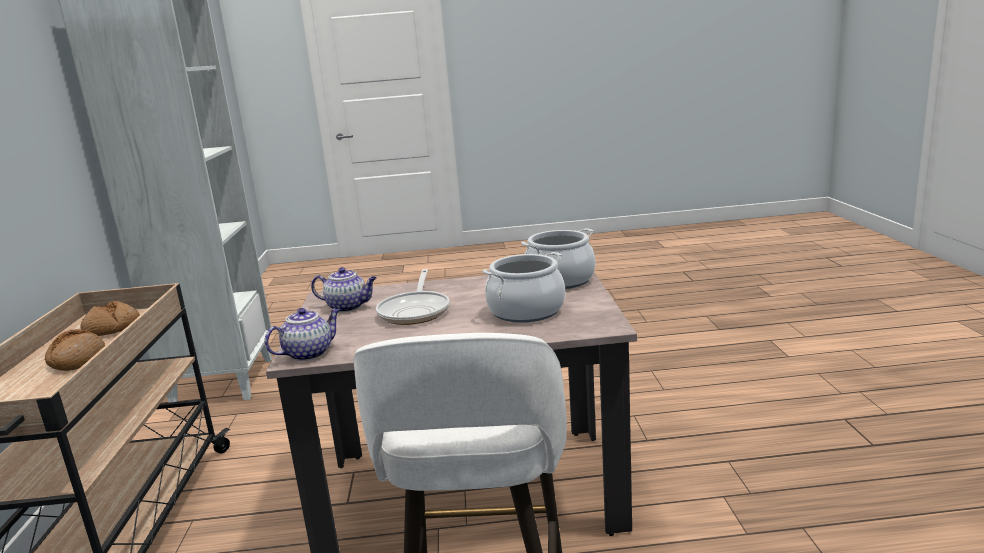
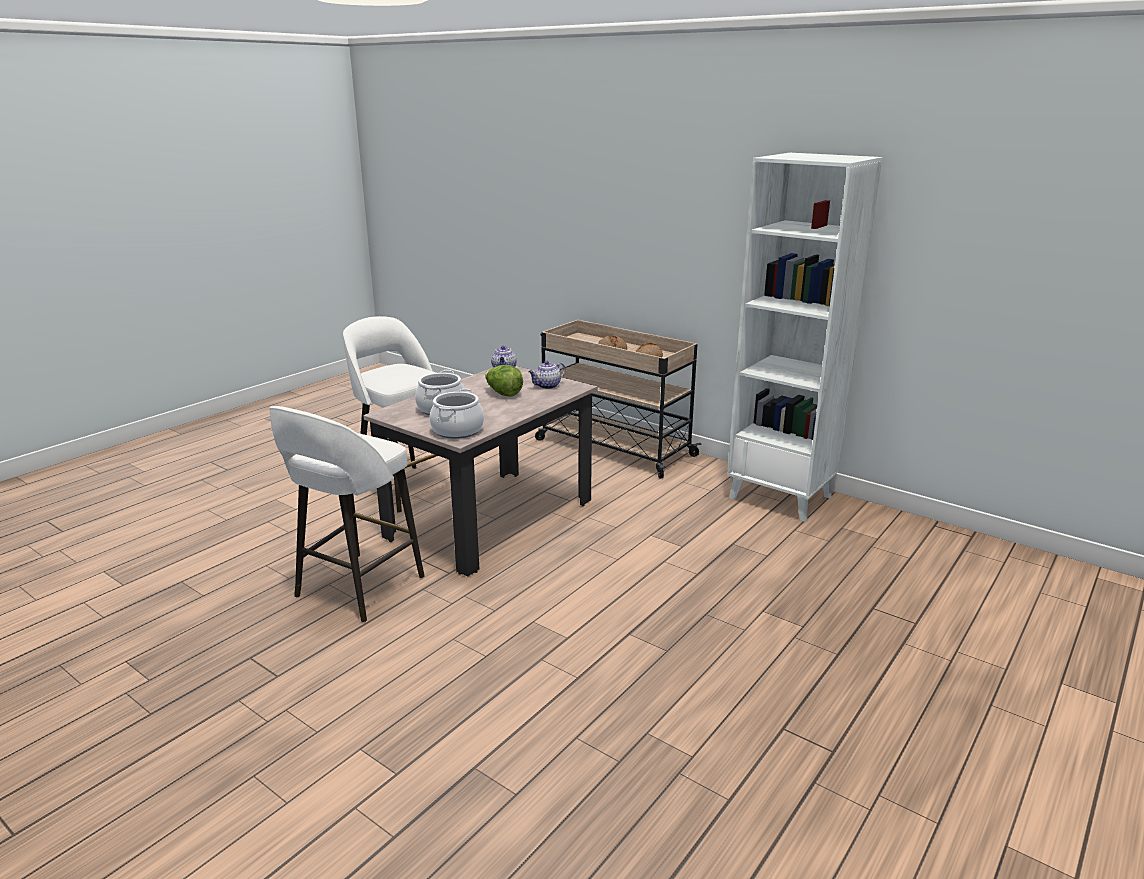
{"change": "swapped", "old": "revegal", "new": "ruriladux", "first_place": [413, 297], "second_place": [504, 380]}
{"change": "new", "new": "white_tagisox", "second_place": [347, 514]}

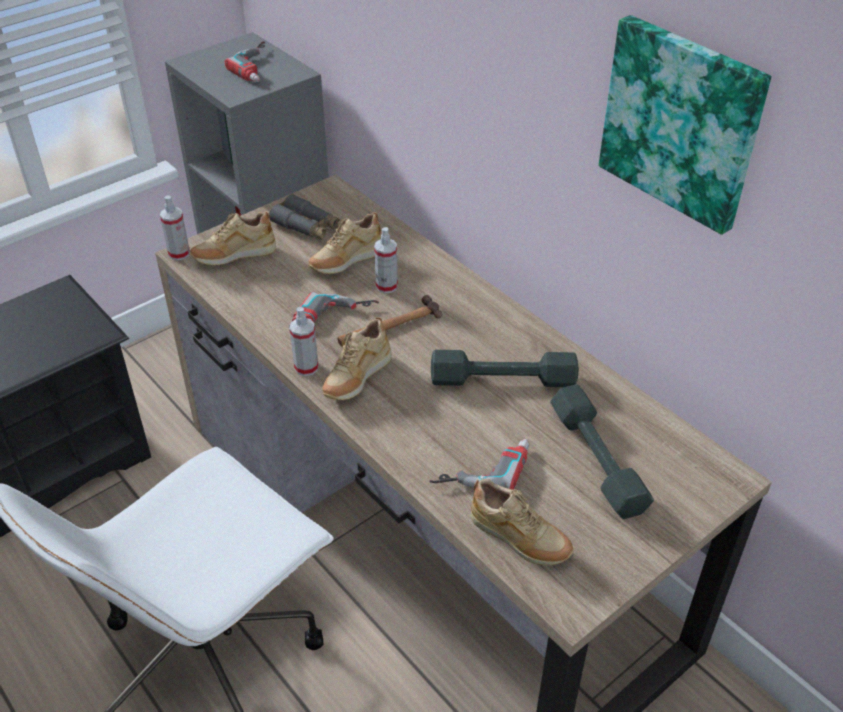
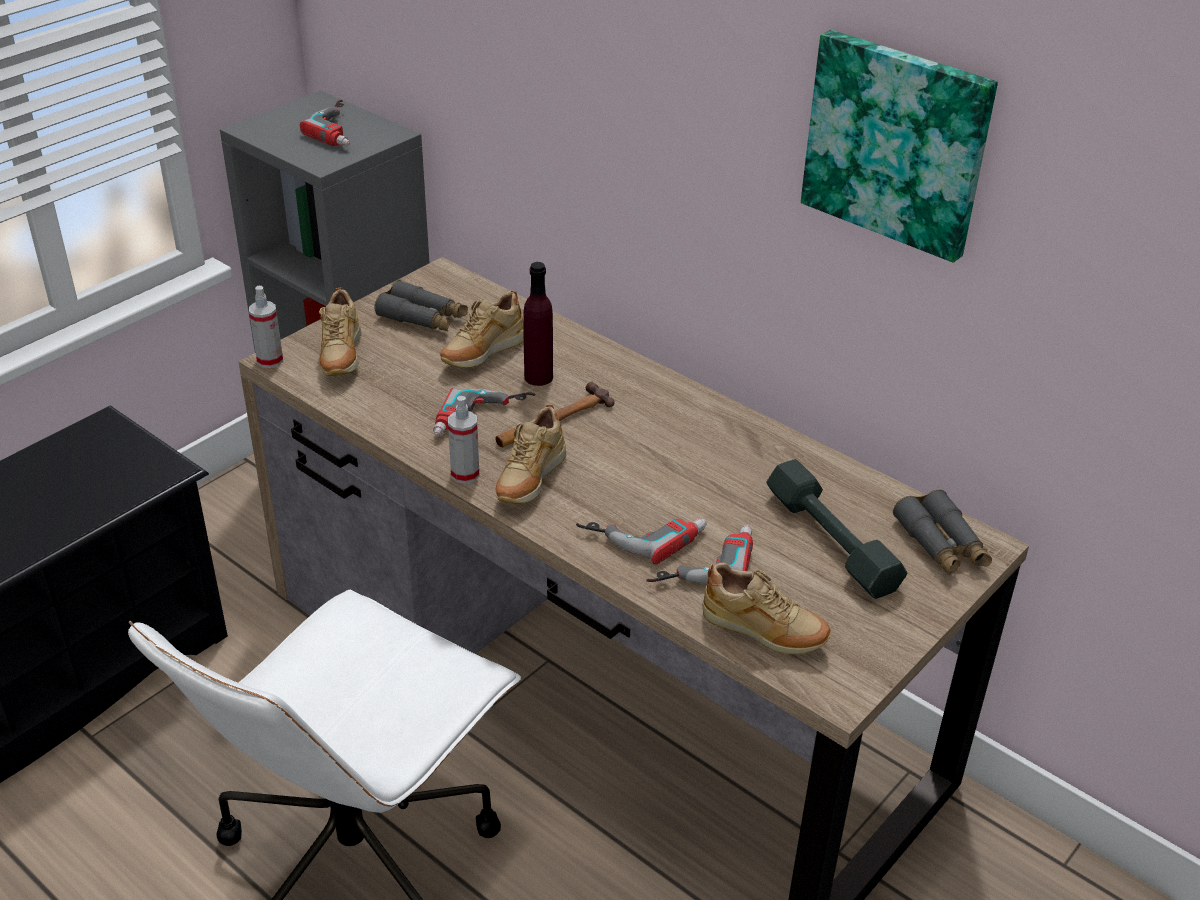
{"change": "rotated", "old": "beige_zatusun", "first_place": [233, 238], "second_place": [340, 331], "degrees": -60}
{"change": "swapped", "old": "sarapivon", "new": "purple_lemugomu", "first_place": [386, 260], "second_place": [538, 324]}
{"change": "gone", "old": "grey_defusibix", "first_place": [504, 368]}
{"change": "new", "new": "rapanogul", "second_place": [641, 542]}
{"change": "new", "new": "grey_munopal", "second_place": [942, 532]}

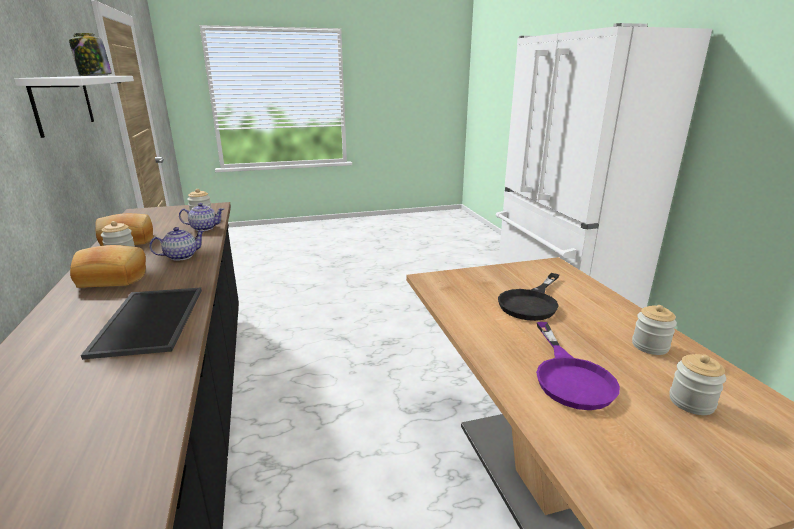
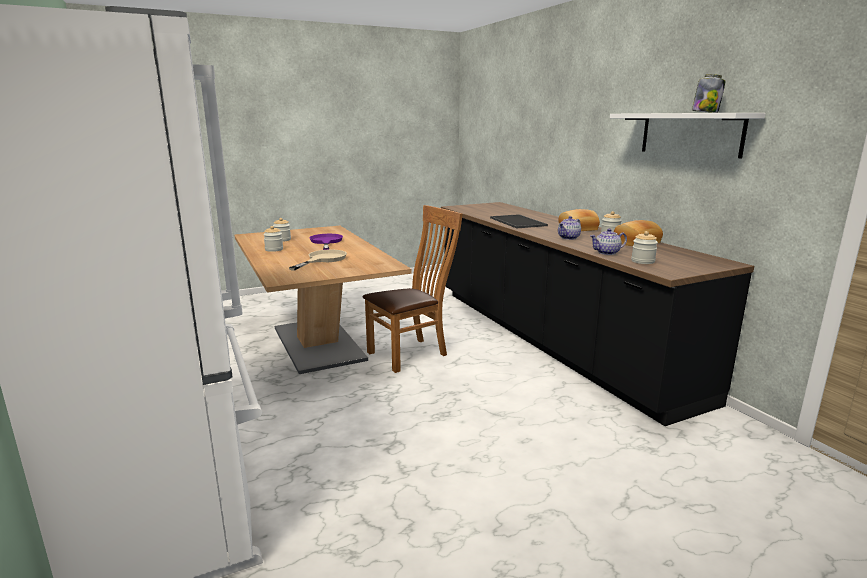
{"change": "repainted", "old": "black_revegal", "new": "beige_revegal", "first_place": [528, 297], "second_place": [318, 260]}
{"change": "new", "new": "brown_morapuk", "second_place": [413, 289]}

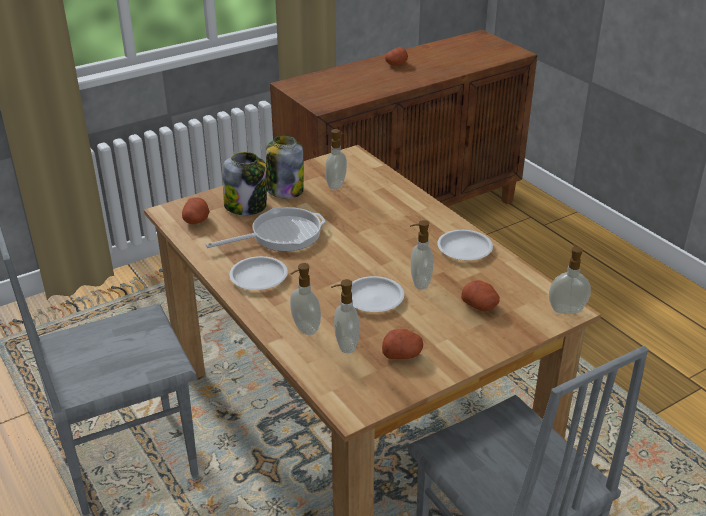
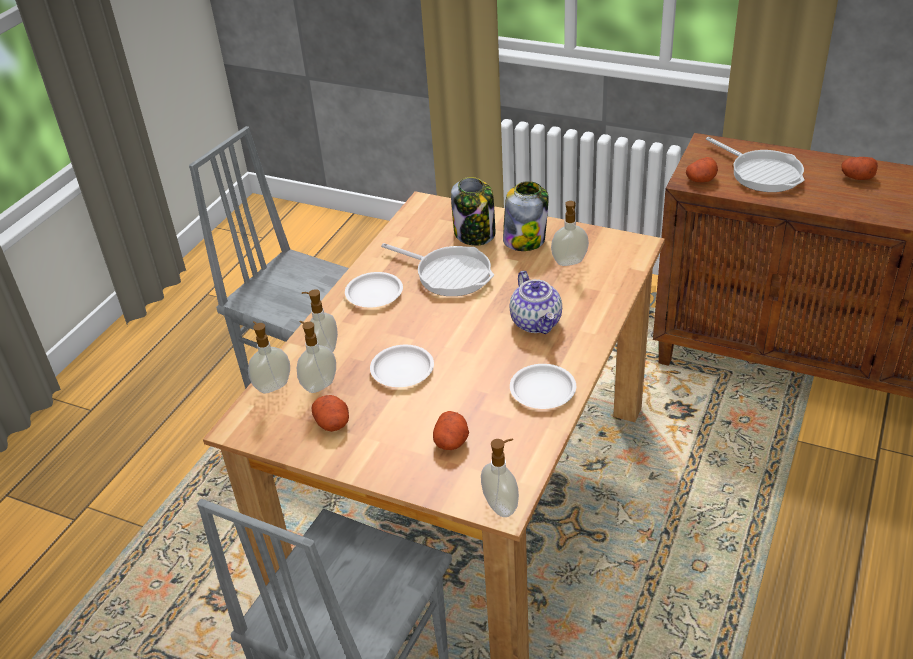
{"change": "shifted", "old": "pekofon", "first_place": [196, 210], "second_place": [702, 169]}
{"change": "shifted", "old": "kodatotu", "first_place": [421, 254], "second_place": [269, 357]}
{"change": "new", "new": "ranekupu", "second_place": [536, 302]}
{"change": "new", "new": "revegal", "second_place": [755, 164]}

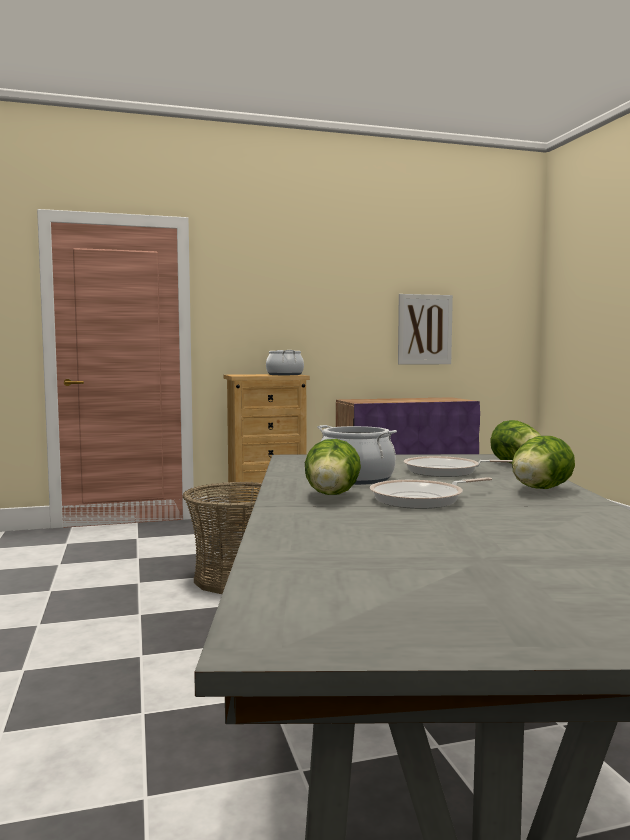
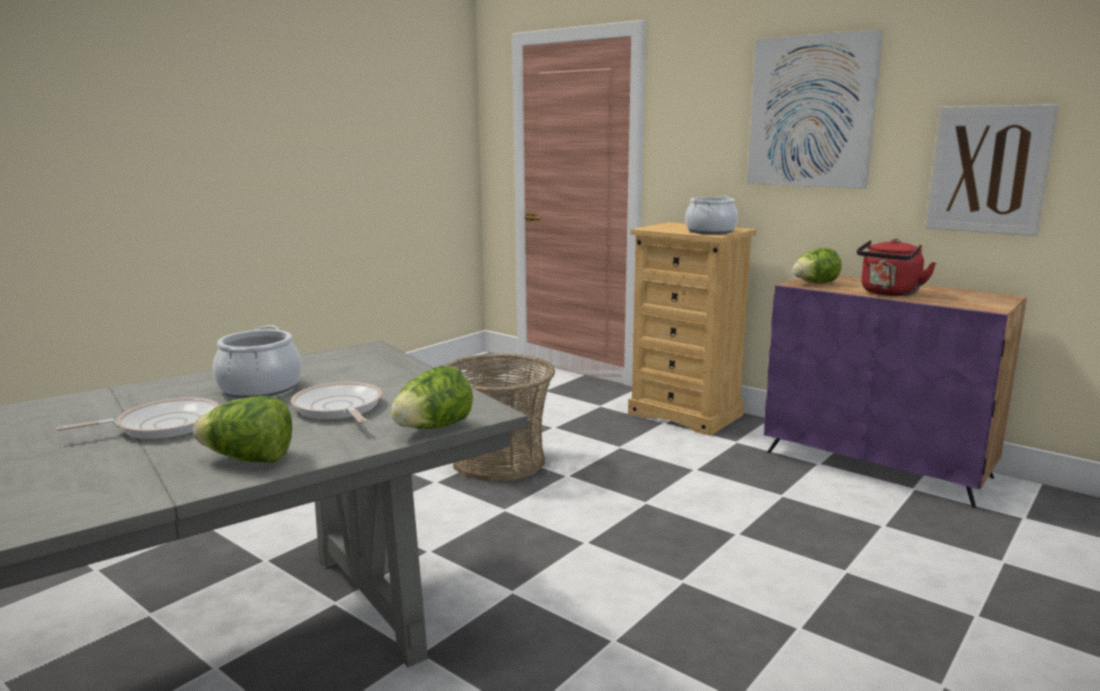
{"change": "shifted", "old": "ruriladux", "first_place": [333, 467], "second_place": [817, 265]}
{"change": "rotated", "old": "revegal", "first_place": [431, 493], "second_place": [137, 418], "degrees": 120}
{"change": "new", "new": "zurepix", "second_place": [815, 109]}
{"change": "new", "new": "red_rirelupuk", "second_place": [896, 267]}

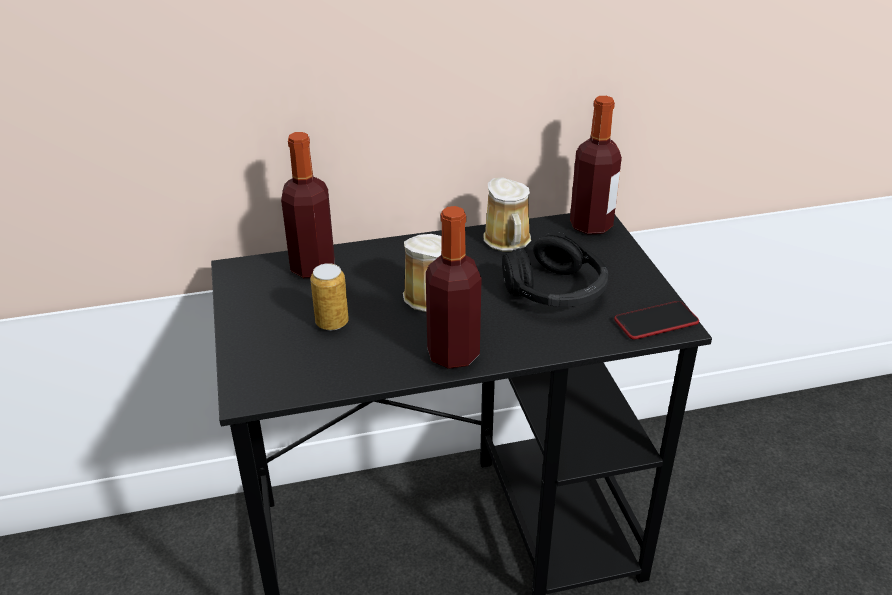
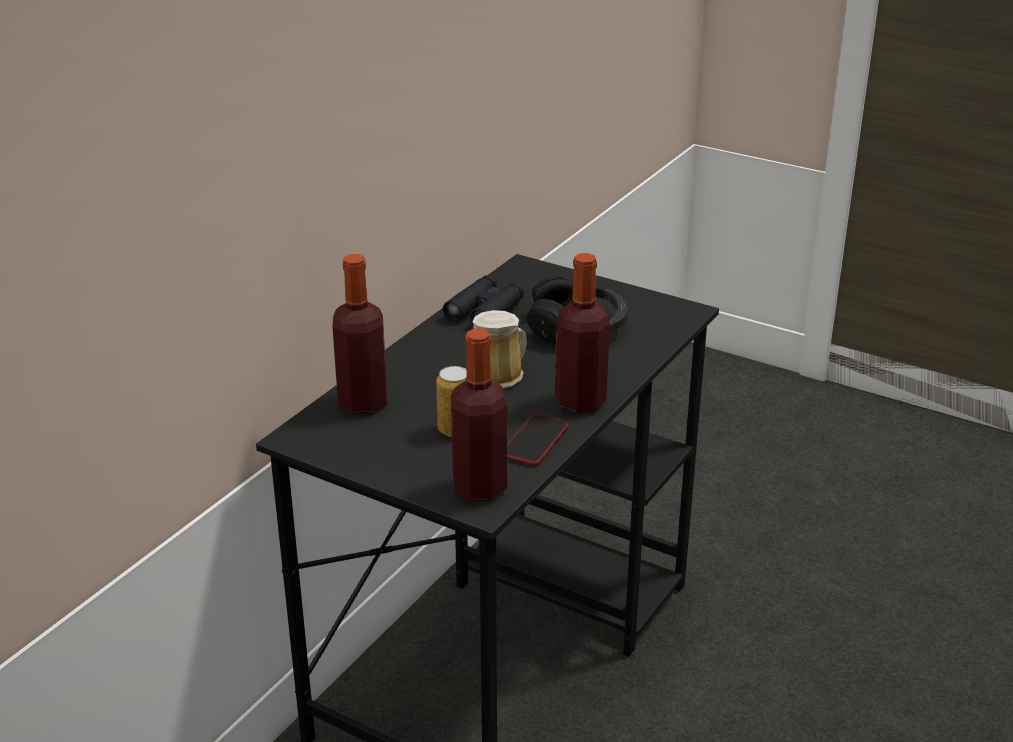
{"change": "swapped", "old": "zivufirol", "new": "black_munopal", "first_place": [507, 214], "second_place": [483, 300]}
{"change": "shifted", "old": "lemugomu", "first_place": [596, 165], "second_place": [479, 414]}
{"change": "shifted", "old": "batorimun", "first_place": [656, 320], "second_place": [538, 439]}

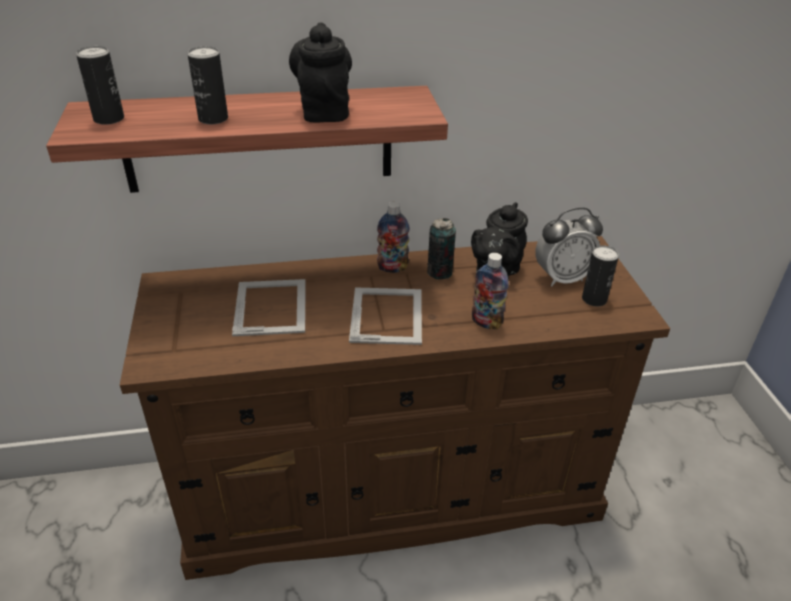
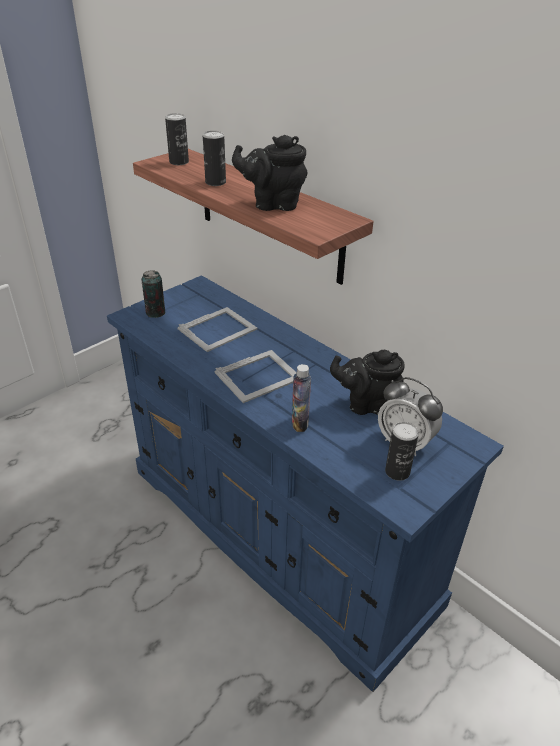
{"change": "repainted", "old": "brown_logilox", "new": "blue_logilox", "first_place": [395, 408], "second_place": [305, 483]}
{"change": "rotated", "old": "black_ranekupu", "first_place": [320, 72], "second_place": [269, 173], "degrees": -135}
{"change": "gone", "old": "lemugomu", "first_place": [393, 237]}
{"change": "shifted", "old": "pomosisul", "first_place": [441, 249], "second_place": [153, 294]}

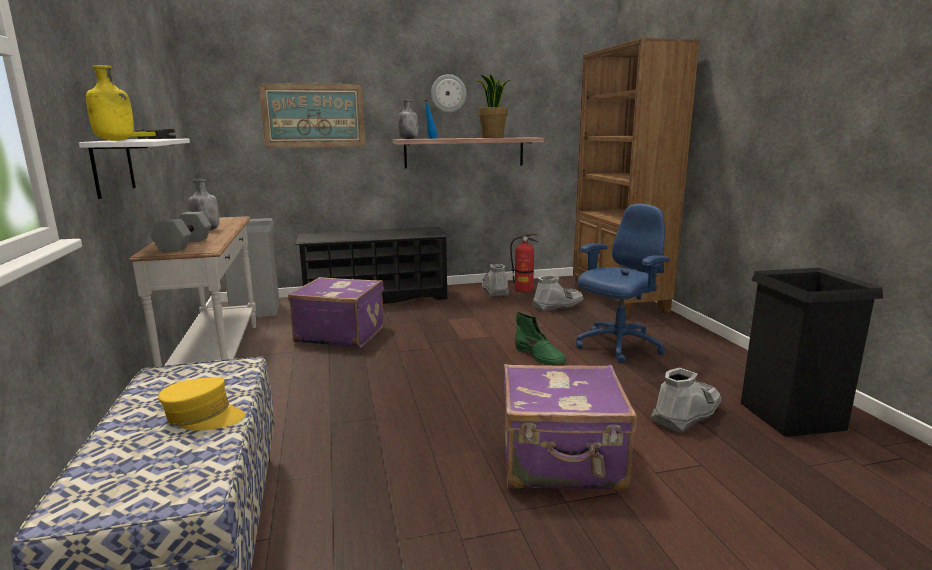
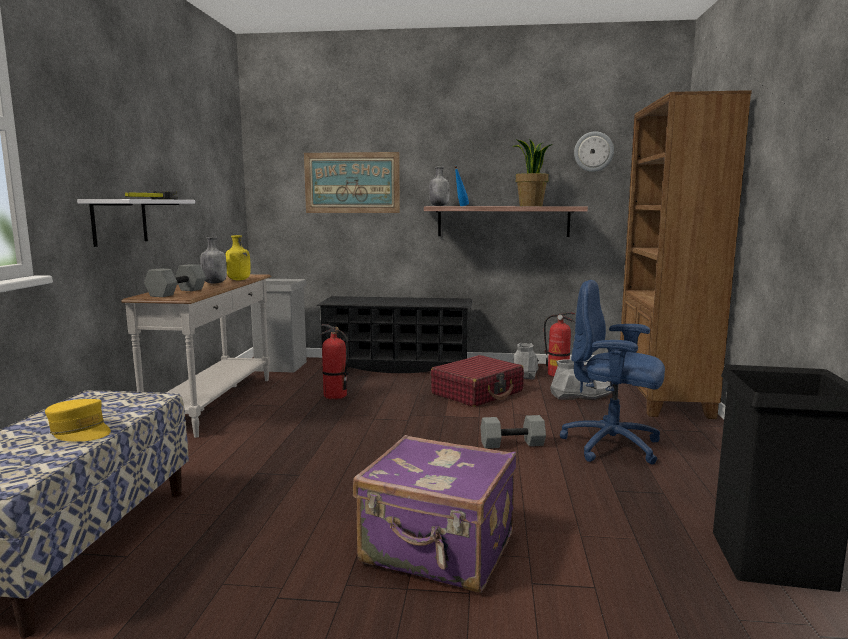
{"change": "shifted", "old": "yellow_lemugomu", "first_place": [110, 103], "second_place": [238, 257]}
{"change": "swapped", "old": "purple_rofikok", "new": "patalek", "first_place": [336, 312], "second_place": [334, 361]}
{"change": "shifted", "old": "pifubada", "first_place": [448, 93], "second_place": [594, 151]}
{"change": "swapped", "old": "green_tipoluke", "new": "grey_defusibix", "first_place": [540, 338], "second_place": [513, 431]}
{"change": "rotated", "old": "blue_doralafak", "first_place": [623, 283], "second_place": [612, 372], "degrees": -135}
{"change": "gone", "old": "grey_tipoluke", "first_place": [686, 400]}
{"change": "new", "new": "red_rofikok", "second_place": [477, 381]}

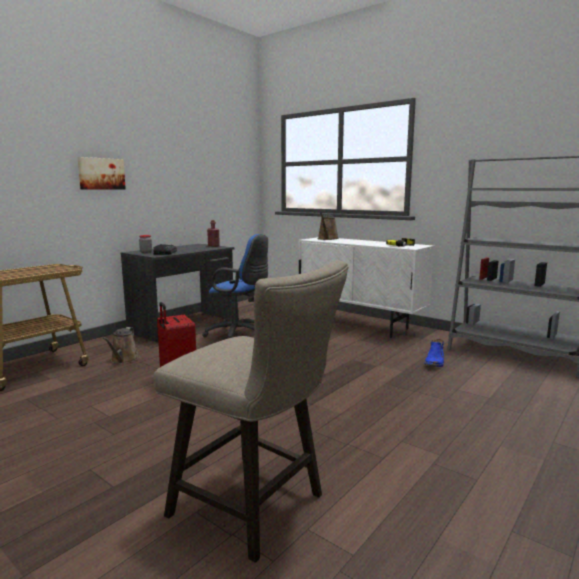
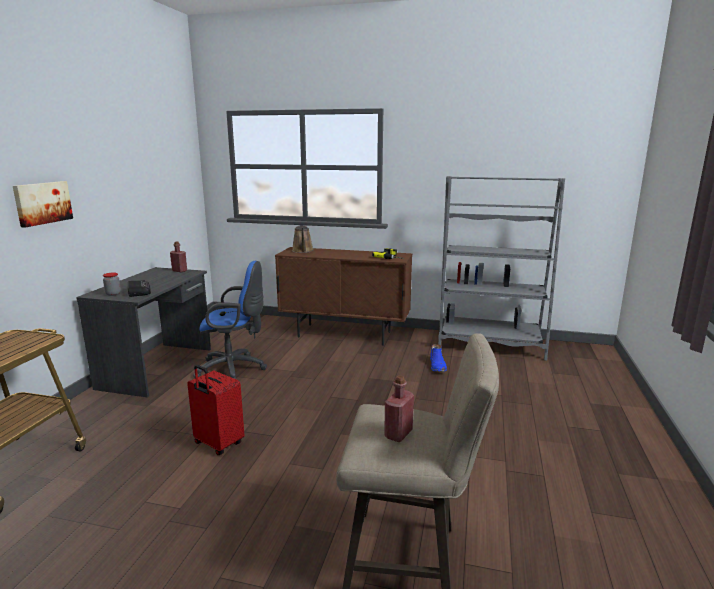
{"change": "gone", "old": "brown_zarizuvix", "first_place": [121, 345]}
{"change": "repainted", "old": "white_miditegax", "new": "brown_miditegax", "first_place": [366, 287], "second_place": [343, 296]}
{"change": "new", "new": "red_lemugomu", "second_place": [399, 408]}

